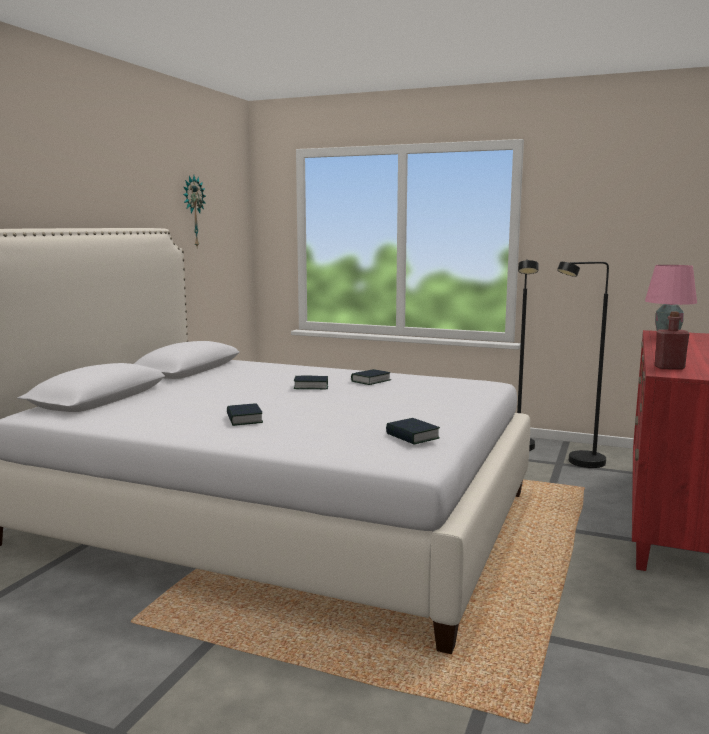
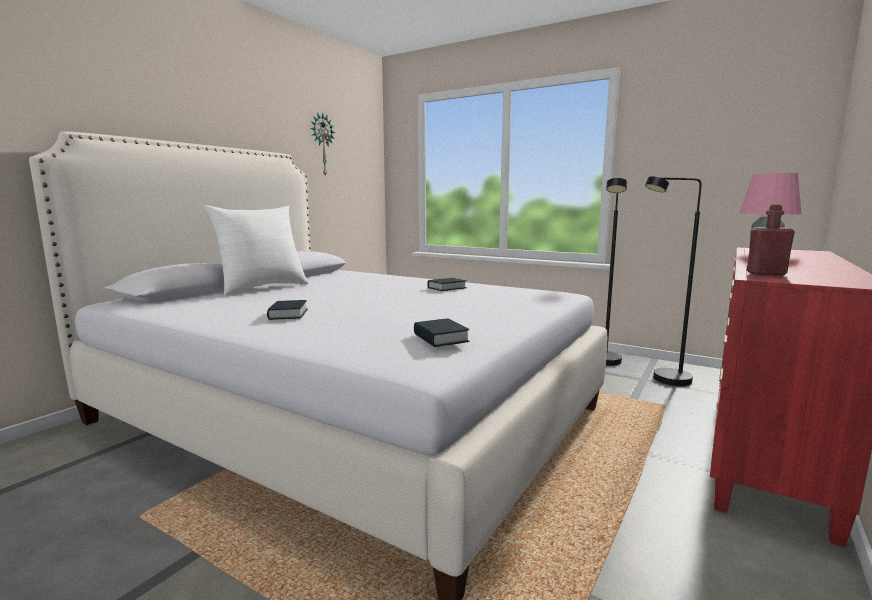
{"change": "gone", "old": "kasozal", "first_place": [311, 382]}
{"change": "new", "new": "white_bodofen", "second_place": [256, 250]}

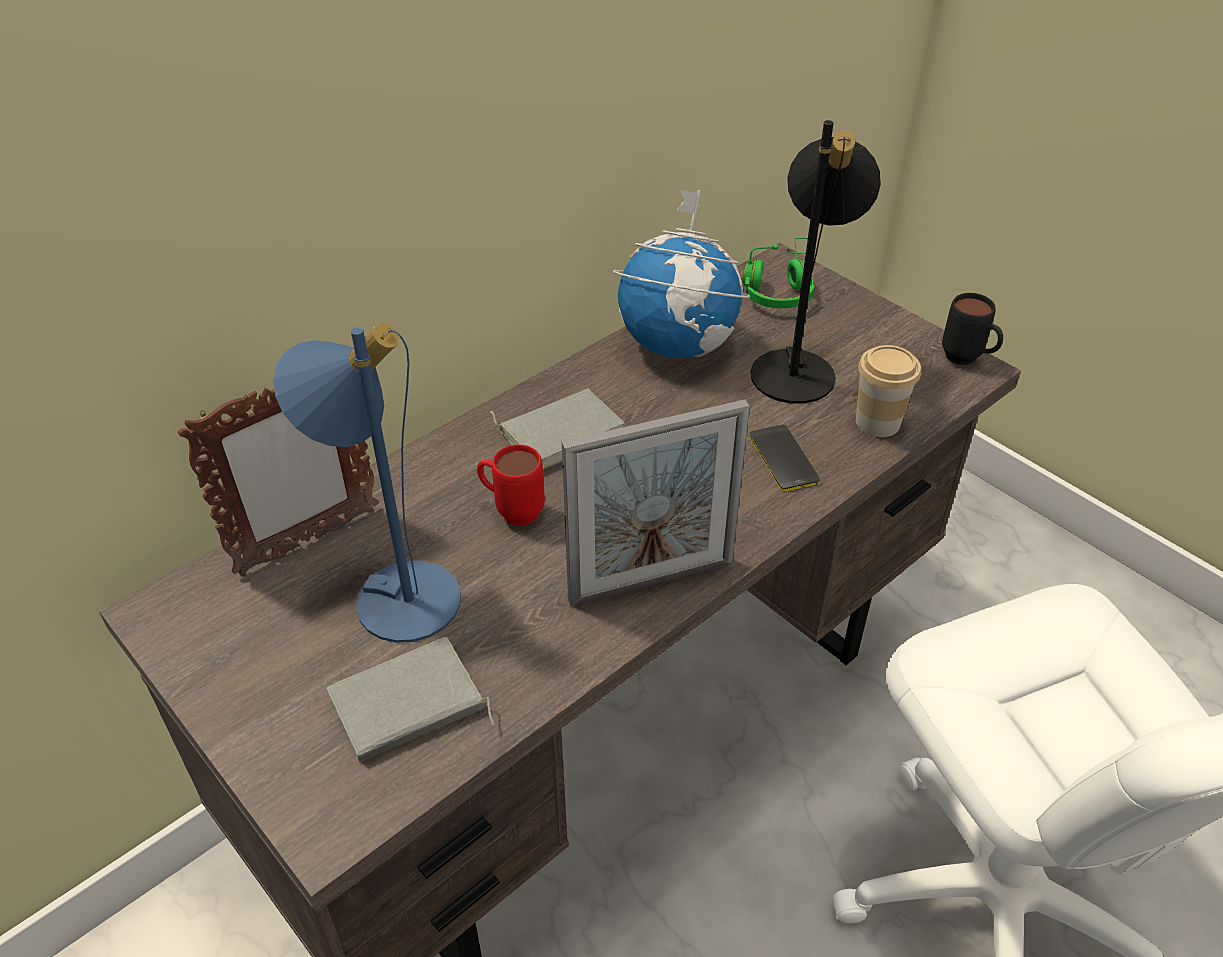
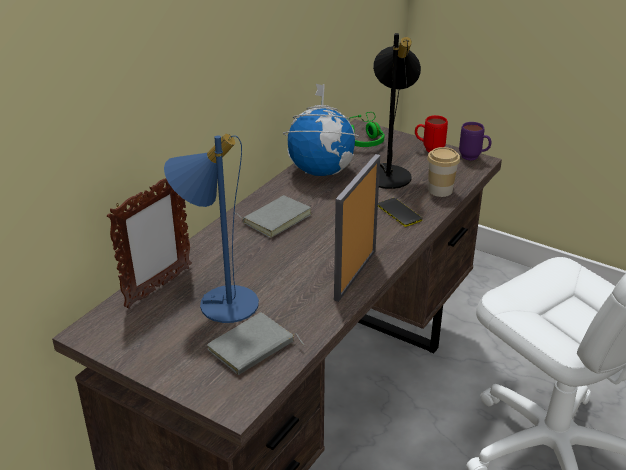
{"change": "shifted", "old": "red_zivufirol", "first_place": [511, 485], "second_place": [431, 133]}
{"change": "rotated", "old": "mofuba", "first_place": [656, 503], "second_place": [357, 228], "degrees": 150}
{"change": "repainted", "old": "black_zivufirol", "new": "purple_zivufirol", "first_place": [972, 329], "second_place": [475, 141]}

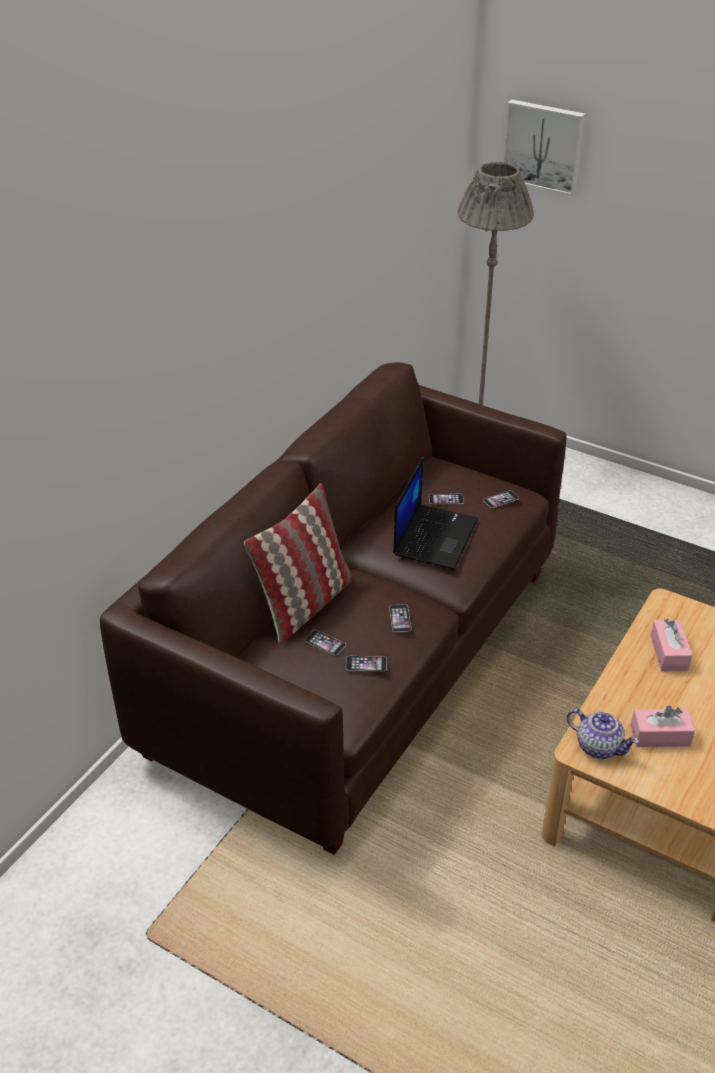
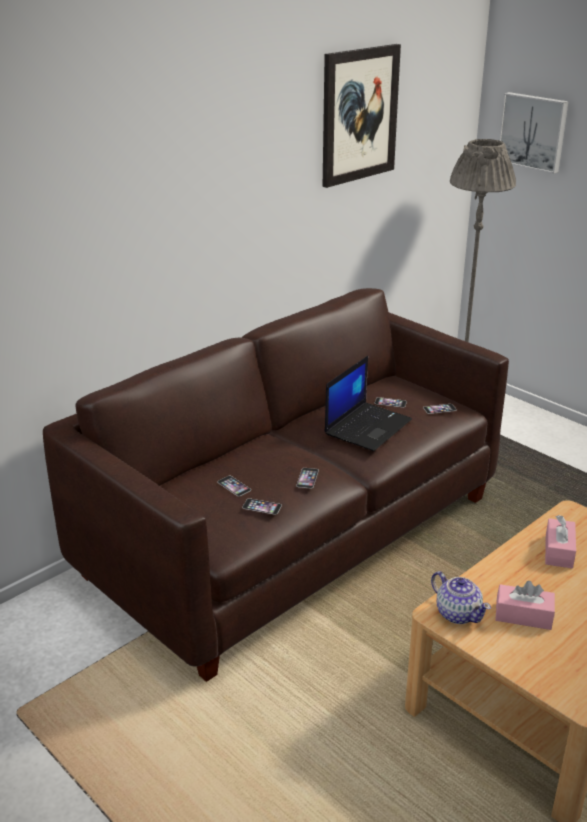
{"change": "gone", "old": "bodofen", "first_place": [299, 563]}
{"change": "new", "new": "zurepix", "second_place": [362, 116]}

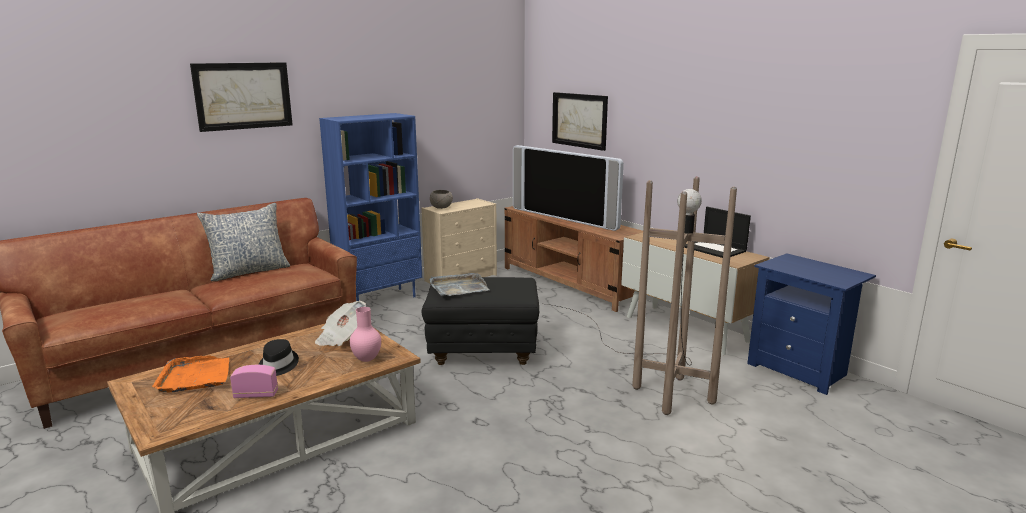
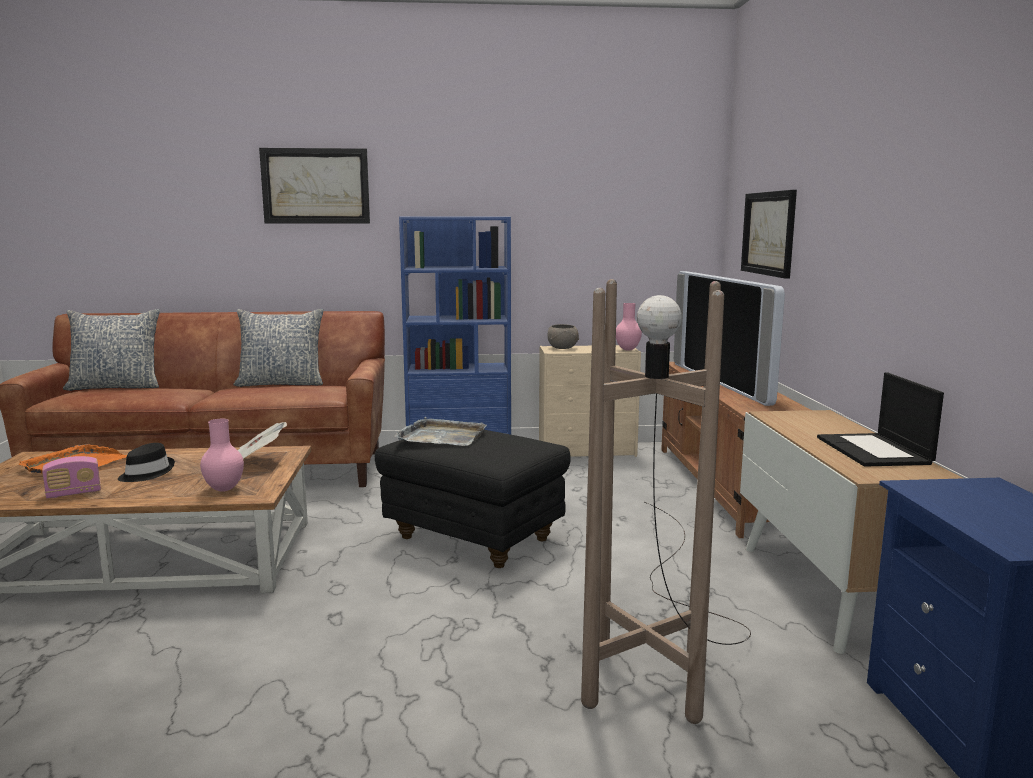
{"change": "rotated", "old": "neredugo", "first_place": [254, 381], "second_place": [71, 477], "degrees": 120}
{"change": "new", "new": "bodofen", "second_place": [111, 350]}
{"change": "new", "new": "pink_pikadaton", "second_place": [629, 326]}

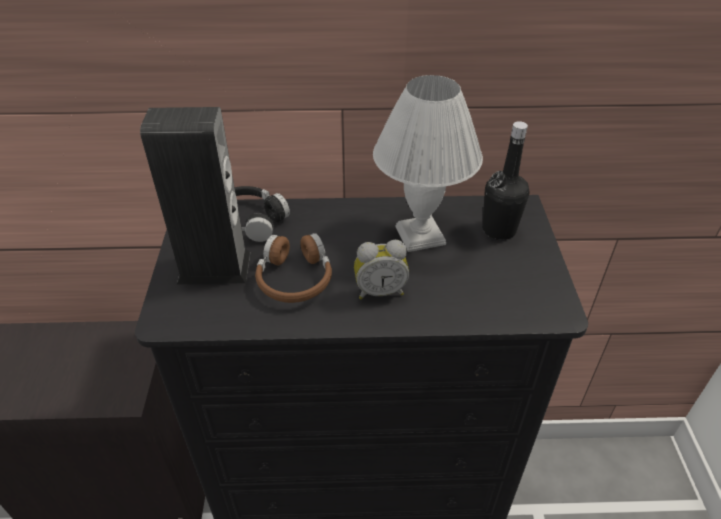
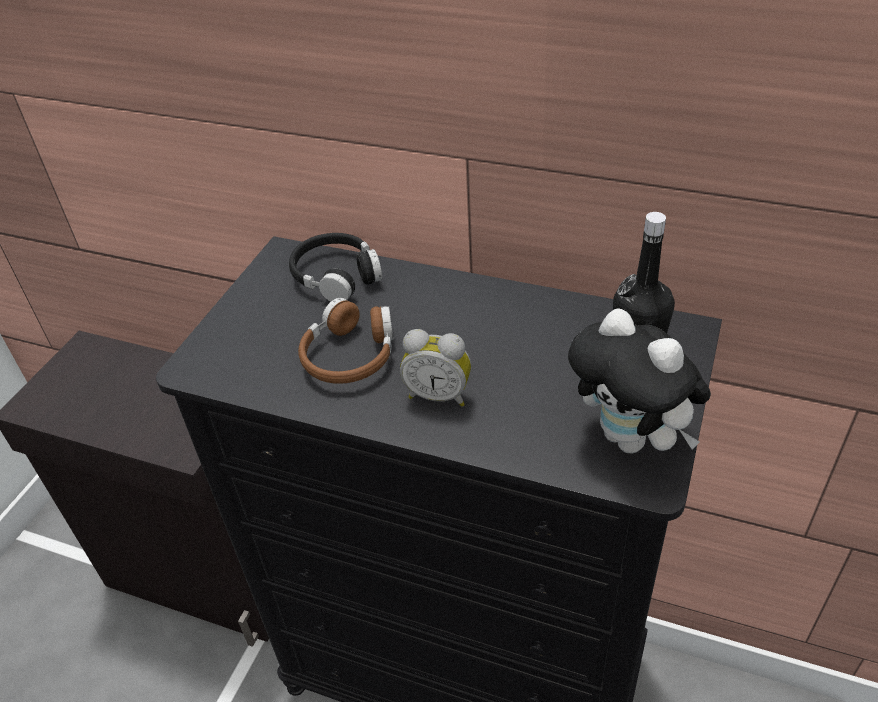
{"change": "gone", "old": "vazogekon", "first_place": [195, 196]}
{"change": "gone", "old": "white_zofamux", "first_place": [428, 163]}
{"change": "new", "new": "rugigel", "second_place": [639, 380]}

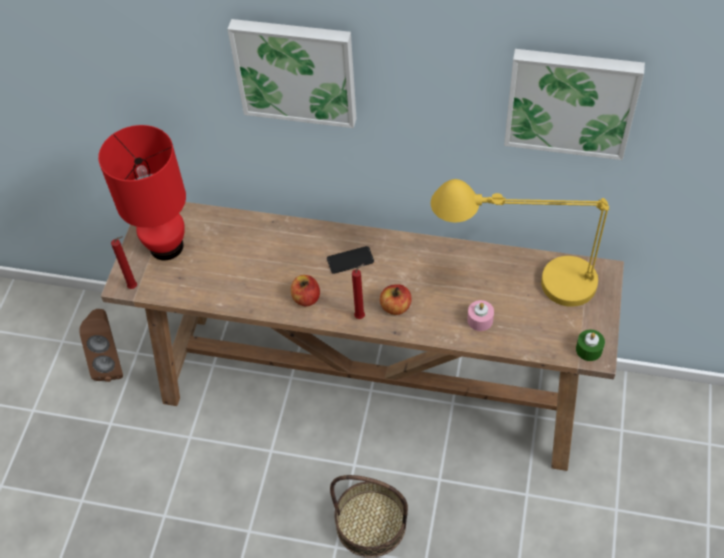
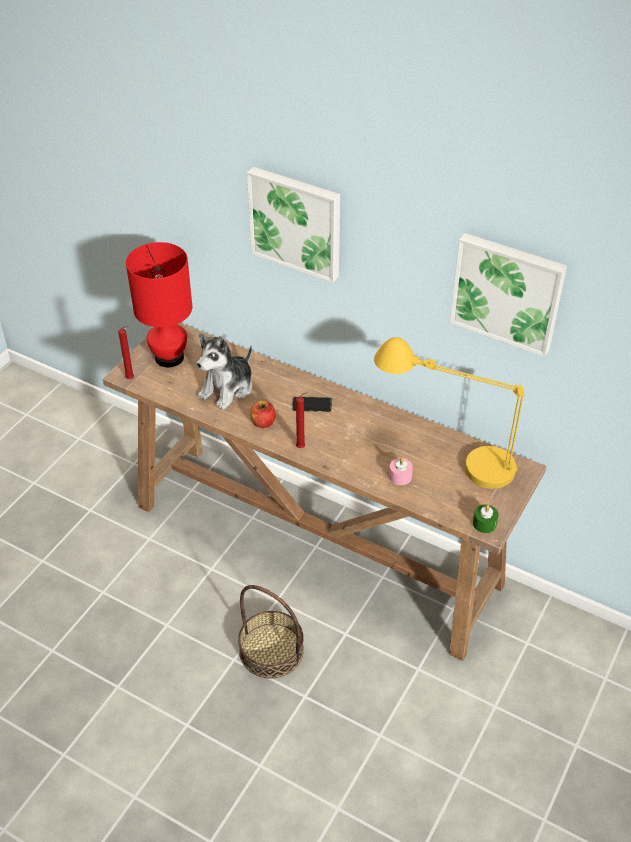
{"change": "gone", "old": "brown_vazogekon", "first_place": [101, 345]}
{"change": "gone", "old": "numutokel", "first_place": [396, 299]}
{"change": "new", "new": "rugigel", "second_place": [224, 371]}

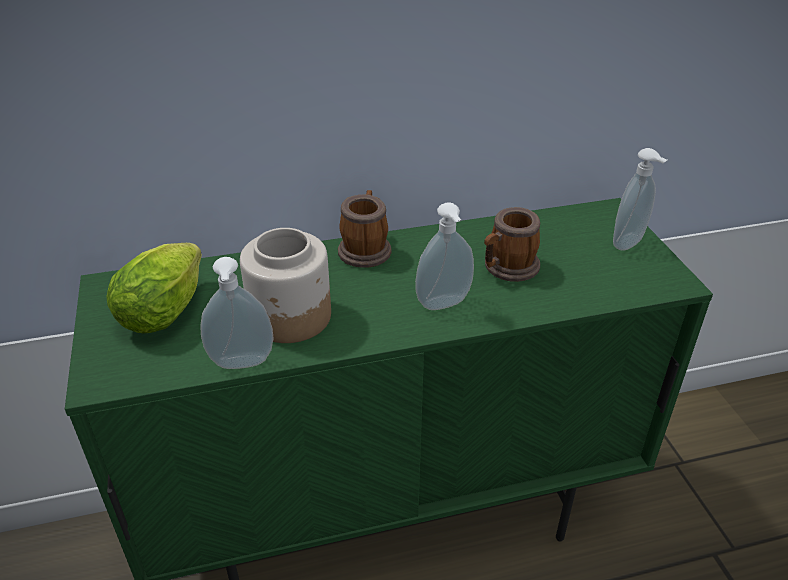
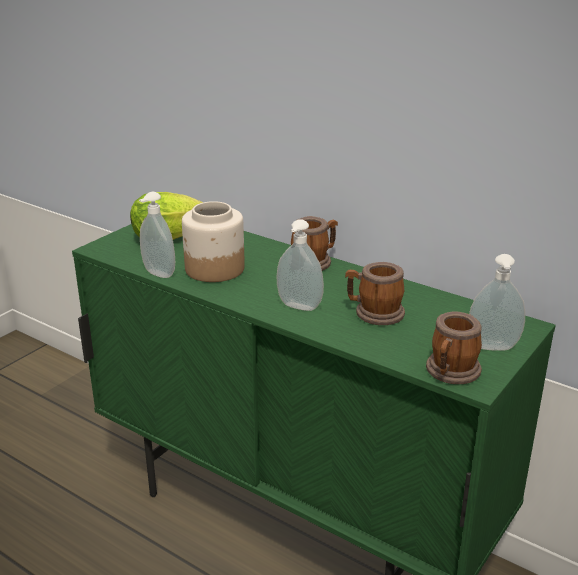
{"change": "new", "new": "zivufirol", "second_place": [454, 347]}

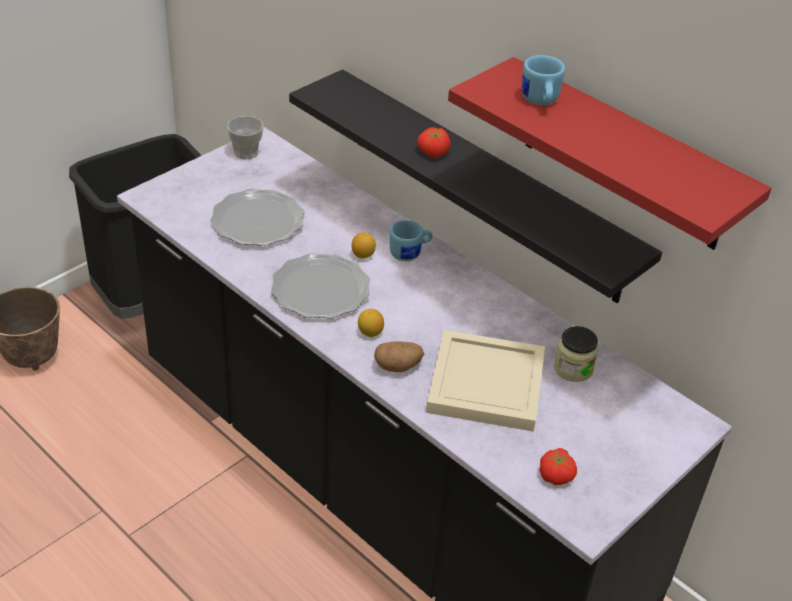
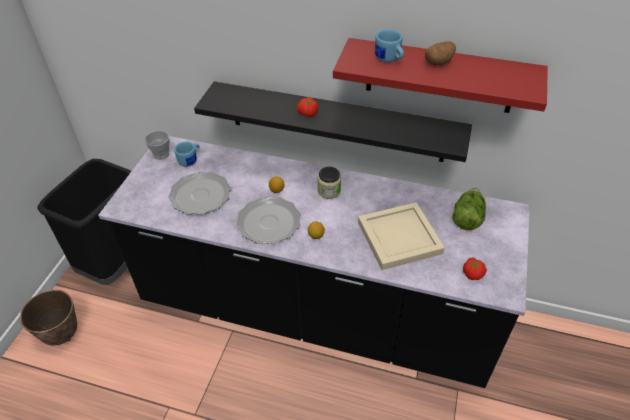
{"change": "shifted", "old": "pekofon", "first_place": [399, 356], "second_place": [440, 53]}
{"change": "shifted", "old": "blue_zivufirol", "first_place": [411, 240], "second_place": [187, 154]}
{"change": "shifted", "old": "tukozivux", "first_place": [576, 354], "second_place": [329, 183]}
{"change": "new", "new": "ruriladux", "second_place": [469, 209]}

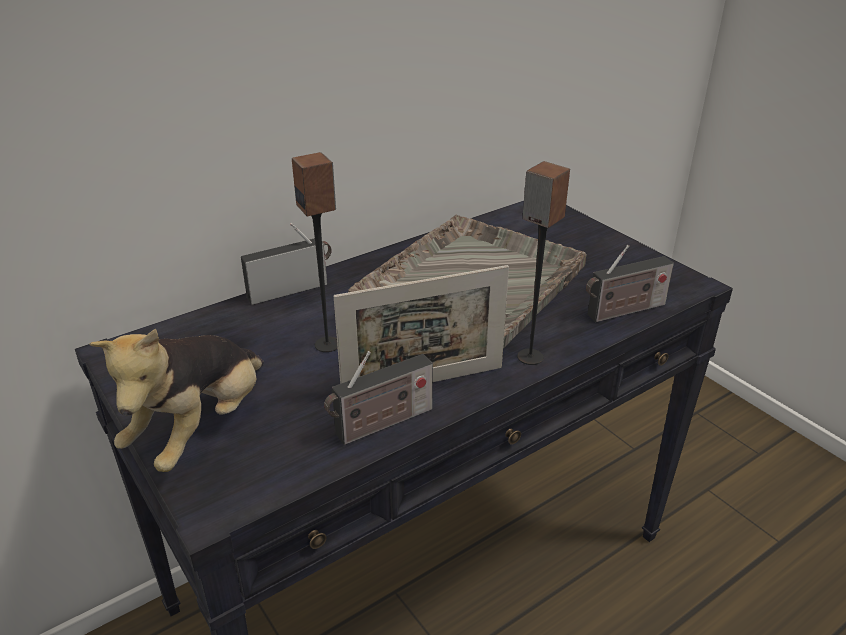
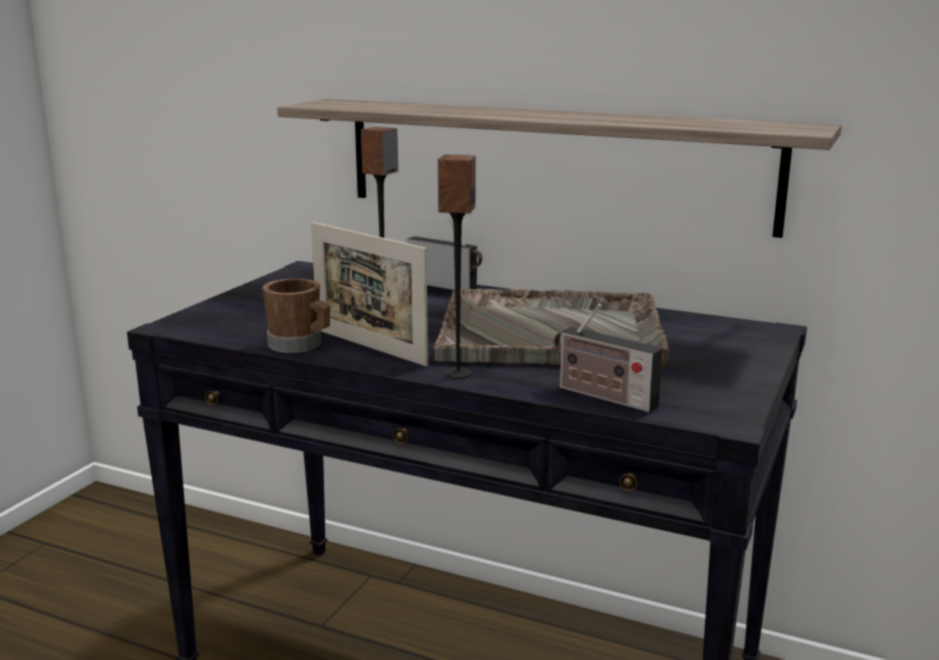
{"change": "gone", "old": "rugigel", "first_place": [176, 400]}
{"change": "swapped", "old": "neredugo", "new": "brown_zivufirol", "first_place": [378, 398], "second_place": [296, 315]}
{"change": "new", "new": "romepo", "second_place": [559, 168]}

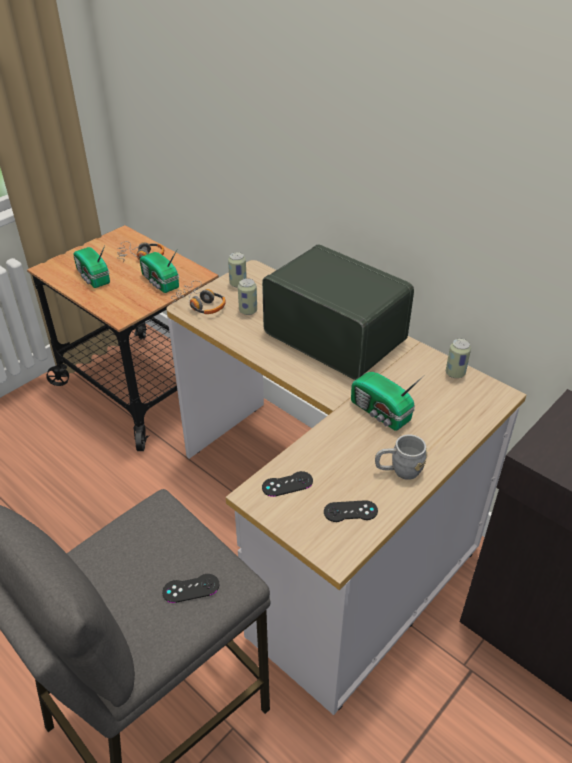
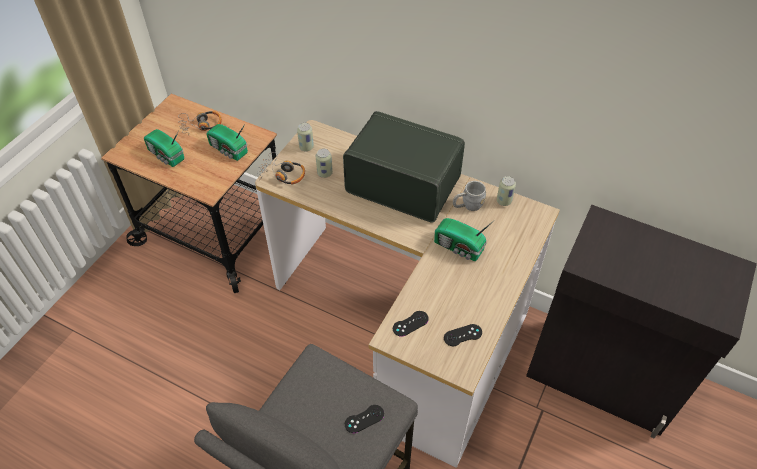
{"change": "shifted", "old": "grey_zivufirol", "first_place": [401, 457], "second_place": [469, 196]}

